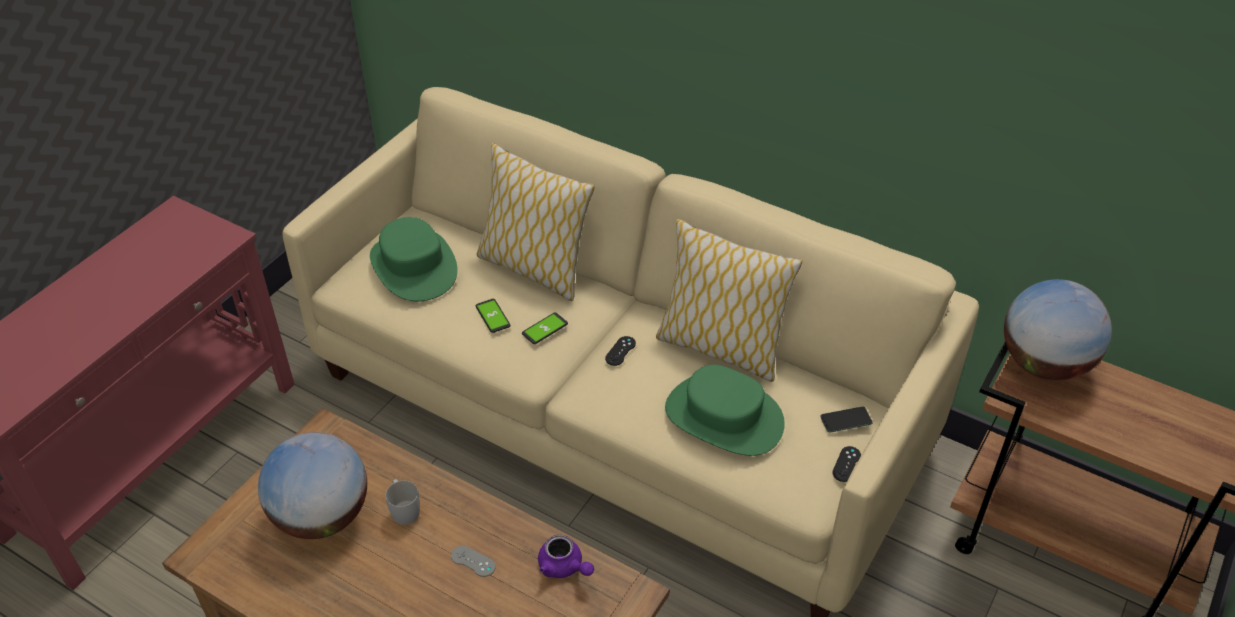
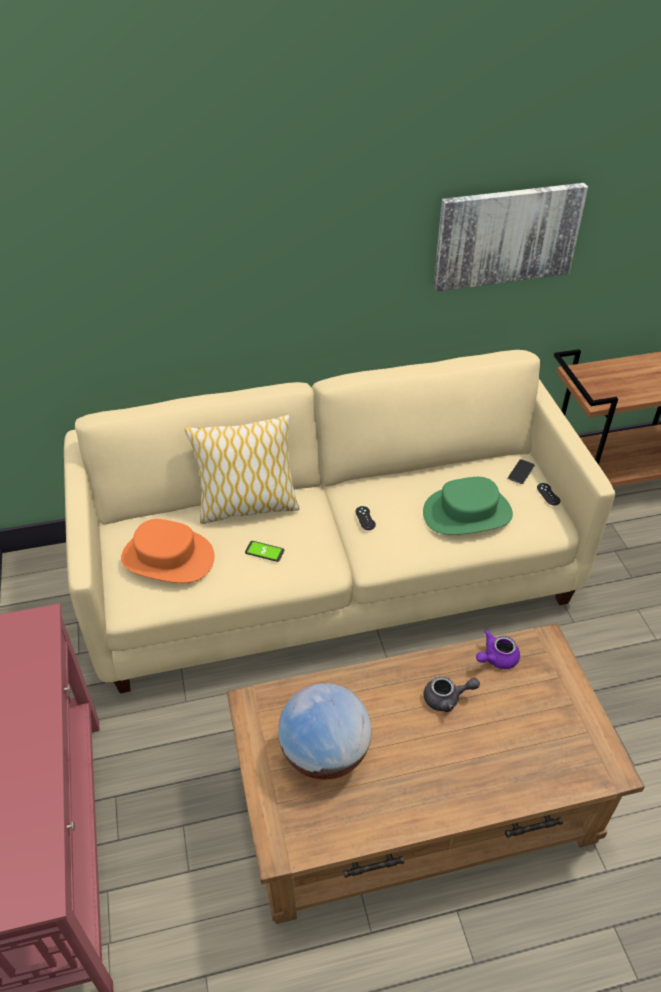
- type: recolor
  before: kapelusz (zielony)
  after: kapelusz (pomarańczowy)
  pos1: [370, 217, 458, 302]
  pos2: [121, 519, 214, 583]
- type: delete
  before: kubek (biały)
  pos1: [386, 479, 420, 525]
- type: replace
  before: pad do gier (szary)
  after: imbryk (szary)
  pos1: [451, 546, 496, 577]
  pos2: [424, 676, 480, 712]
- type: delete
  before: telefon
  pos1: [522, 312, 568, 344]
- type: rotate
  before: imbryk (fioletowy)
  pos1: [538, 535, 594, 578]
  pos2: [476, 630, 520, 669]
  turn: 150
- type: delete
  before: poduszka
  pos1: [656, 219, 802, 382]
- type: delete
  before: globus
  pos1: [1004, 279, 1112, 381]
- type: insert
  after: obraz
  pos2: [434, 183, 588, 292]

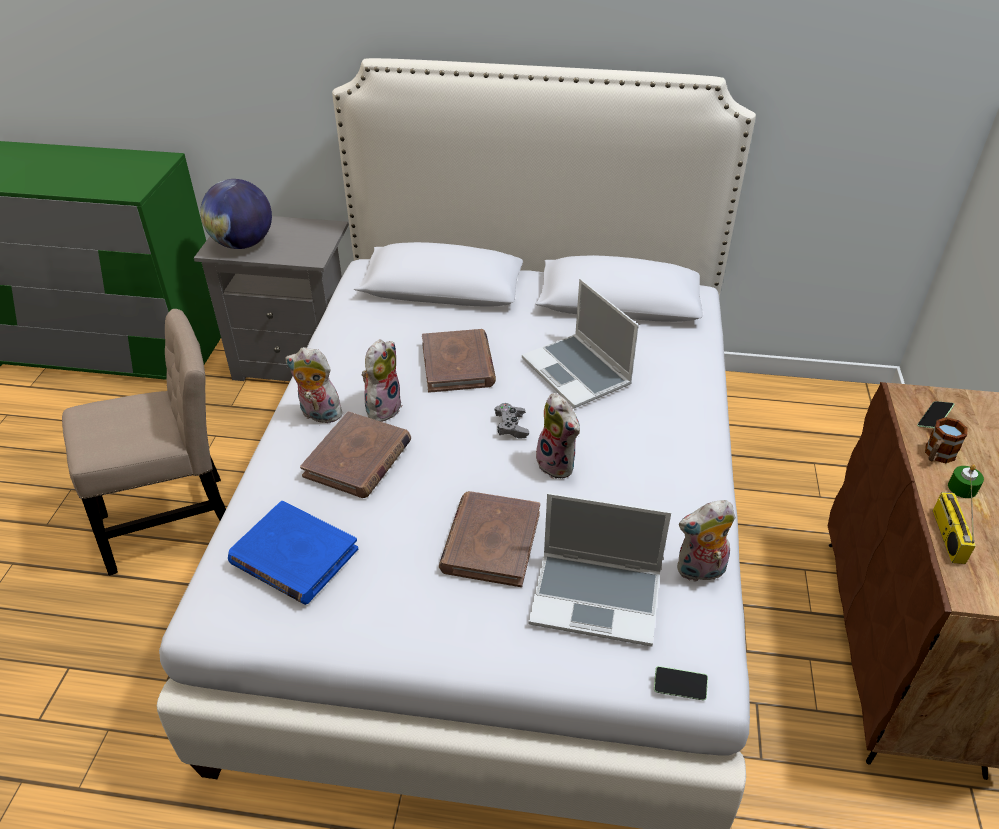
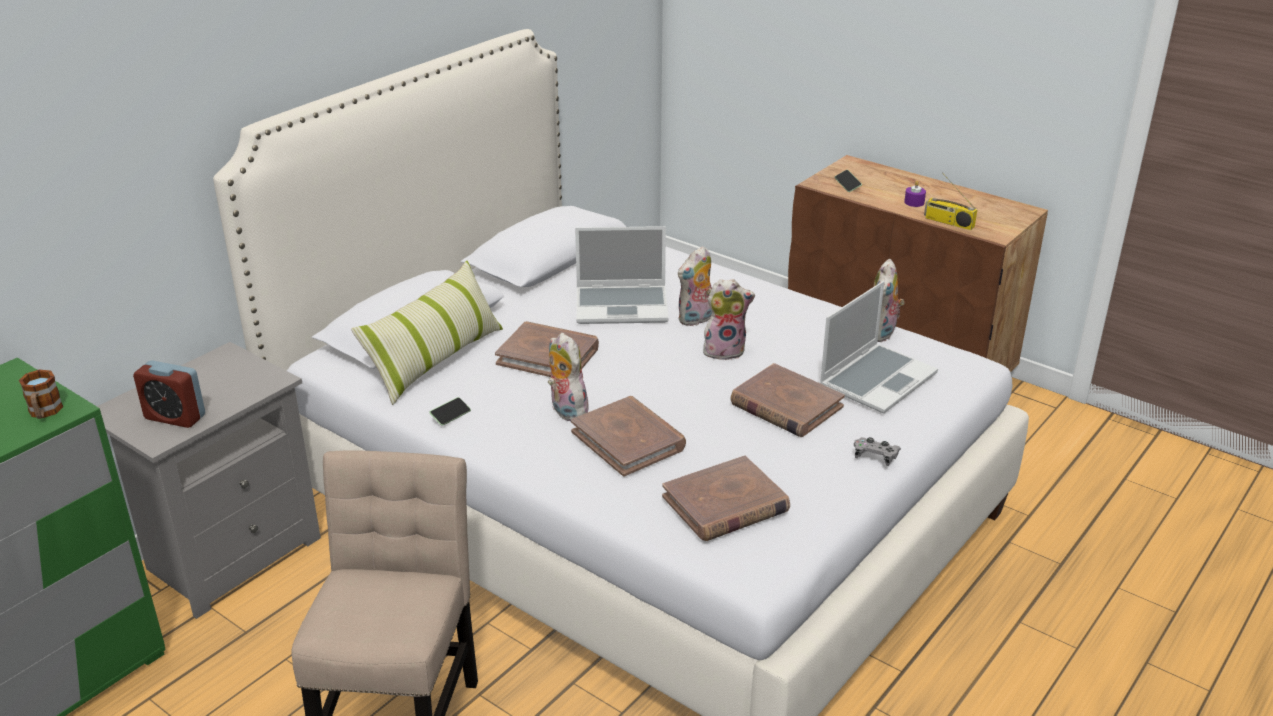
- type: replace
  before: globus
  after: budzik
  pos1: [200, 179, 272, 249]
  pos2: [133, 360, 205, 428]
- type: recolor
  before: książka (niebieski)
  after: książka (brązowy)
  pos1: [228, 501, 358, 605]
  pos2: [662, 455, 790, 541]
- type: move
  before: pluszak
  pos1: [285, 347, 342, 423]
  pos2: [678, 246, 712, 327]
- type: move
  before: pad do gier (szary)
  pos1: [495, 403, 529, 439]
  pos2: [854, 437, 901, 466]
- type: move
  before: telefon
  pos1: [654, 666, 708, 700]
  pos2: [429, 397, 471, 426]
- type: move
  before: kubek
  pos1: [925, 417, 968, 463]
  pos2: [19, 370, 63, 419]
- type: recolor
  before: świeca (zielony)
  after: świeca (fioletowy)
  pos1: [948, 464, 984, 498]
  pos2: [904, 181, 926, 207]
- type: insert
  after: poduszka
  pos2: [351, 261, 503, 405]

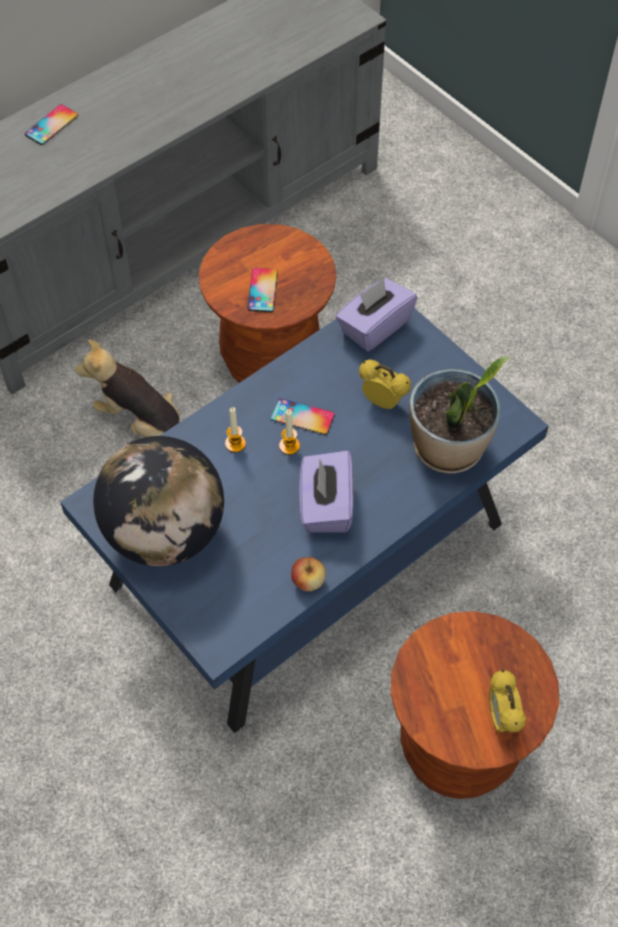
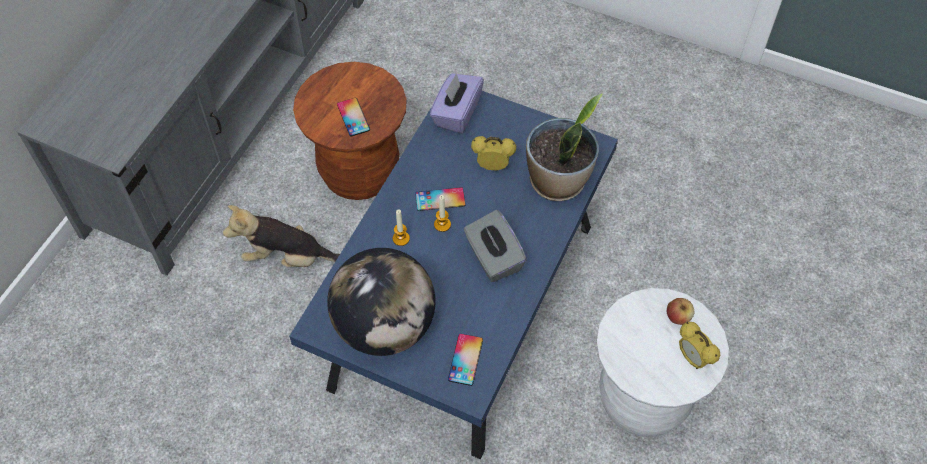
- type: move
  before: telefon
  pos1: [24, 104, 79, 145]
  pos2: [448, 334, 483, 386]
- type: move
  before: jabłko
  pos1: [291, 557, 326, 591]
  pos2: [667, 298, 694, 325]
- type: recolor
  before: pudełko chusteczek (fioletowy)
  after: pudełko chusteczek (szary)
  pos1: [300, 451, 353, 533]
  pos2: [464, 210, 527, 282]
- type: recolor
  before: stołek (brązowy)
  after: stołek (biały)
  pos1: [391, 611, 559, 799]
  pos2: [597, 288, 729, 437]

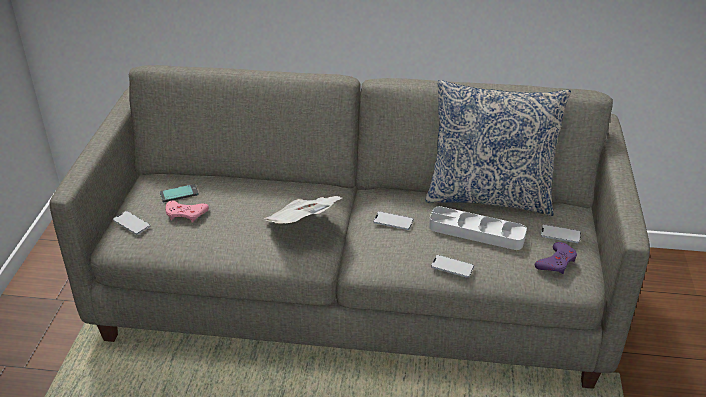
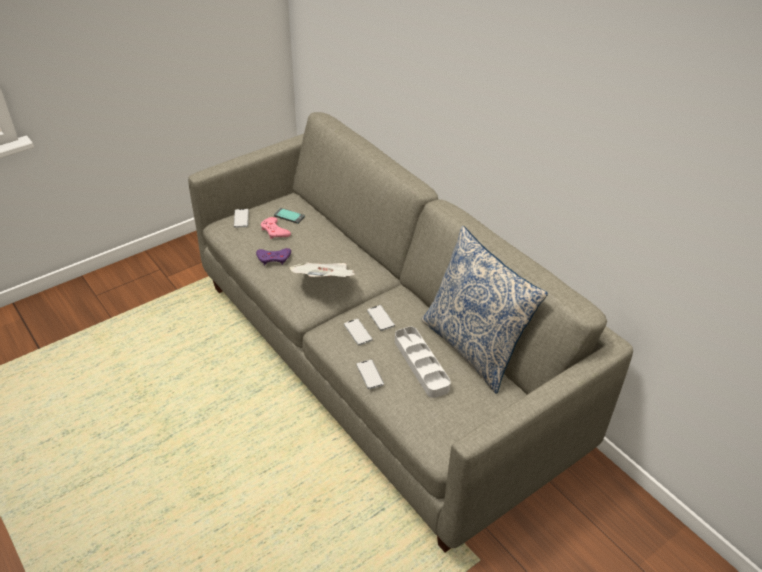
- type: move
  before: pad do gier (fioletowy)
  pos1: [535, 242, 577, 274]
  pos2: [256, 248, 291, 265]
- type: move
  before: telefon
  pos1: [541, 224, 581, 243]
  pos2: [344, 319, 372, 345]

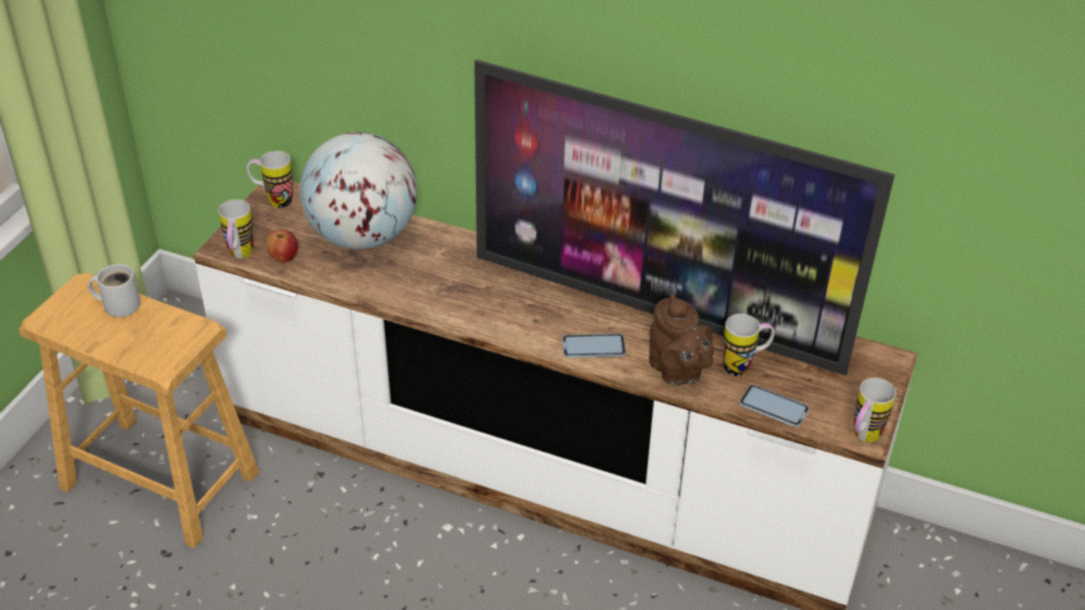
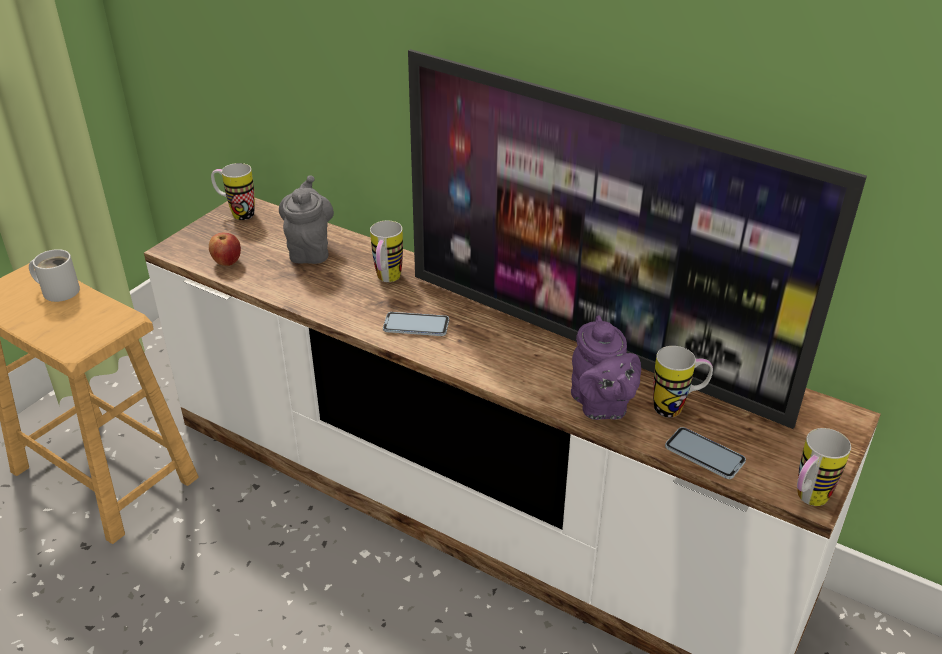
- type: move
  before: kubek
  pos1: [218, 199, 253, 258]
  pos2: [370, 221, 403, 282]
- type: replace
  before: globus
  after: imbryk (szary)
  pos1: [300, 132, 417, 249]
  pos2: [279, 175, 334, 264]
- type: move
  before: telefon
  pos1: [562, 334, 626, 358]
  pos2: [383, 312, 449, 336]
- type: recolor
  before: imbryk (brązowy)
  after: imbryk (fioletowy)
  pos1: [649, 294, 714, 386]
  pos2: [571, 315, 641, 420]

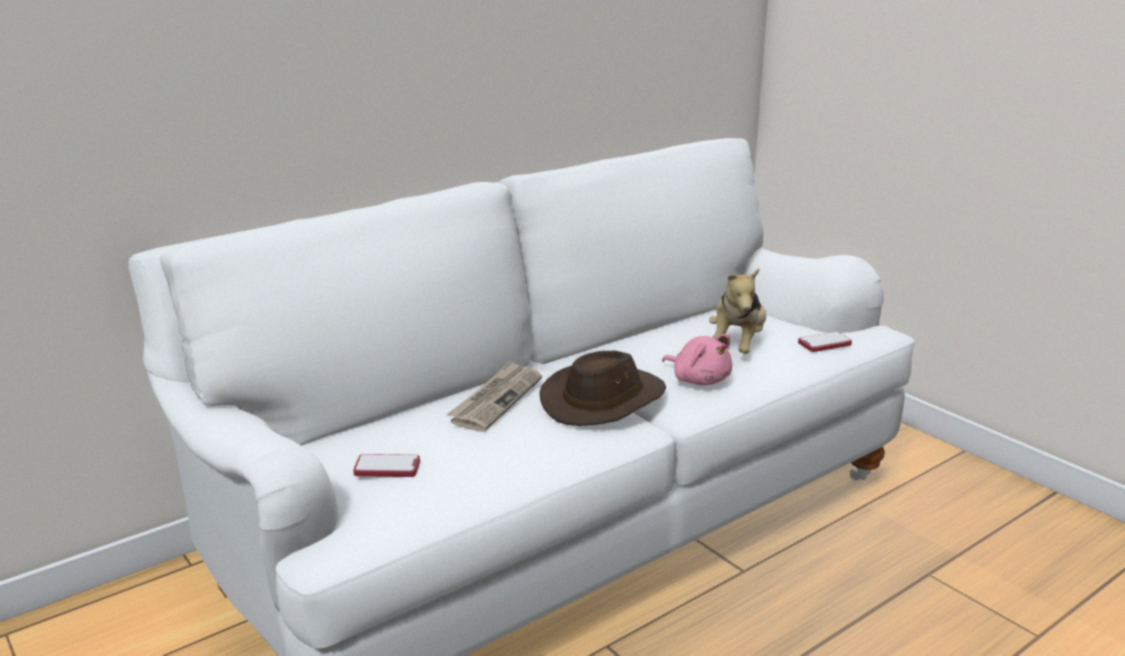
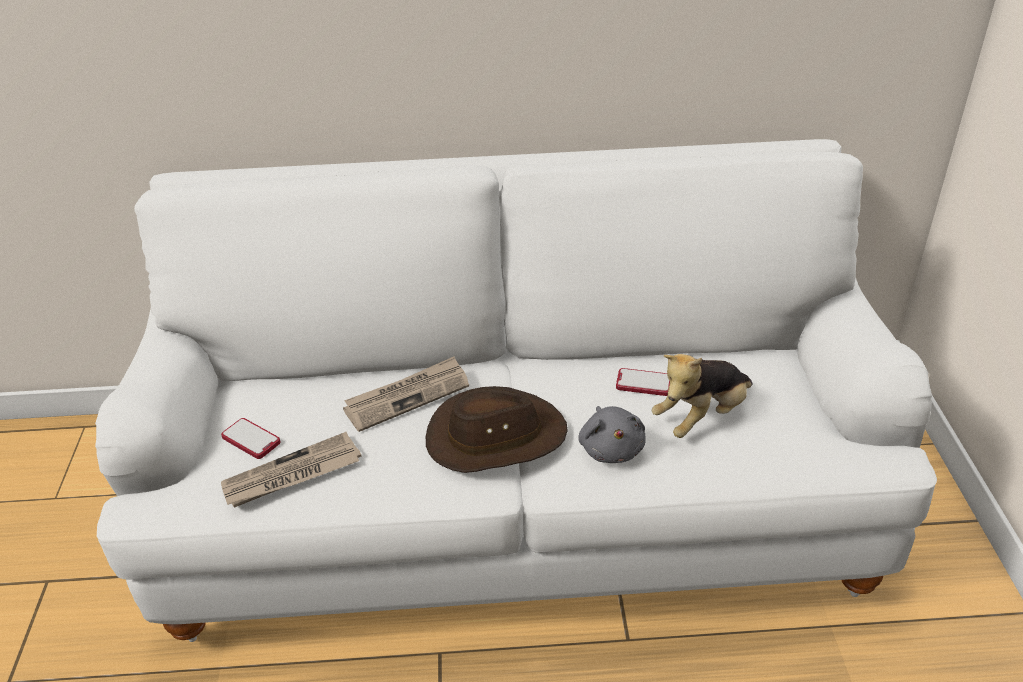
- type: recolor
  before: pluszak (różowy)
  after: pluszak (szary)
  pos1: [662, 334, 732, 385]
  pos2: [578, 406, 646, 463]
- type: move
  before: telefon
  pos1: [798, 332, 852, 352]
  pos2: [616, 368, 670, 396]
- type: insert
  after: gazeta
  pos2: [221, 432, 361, 508]

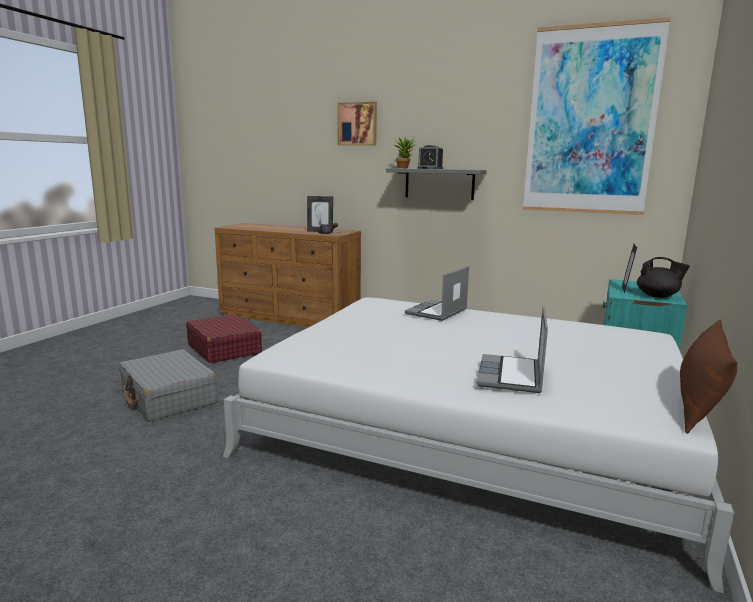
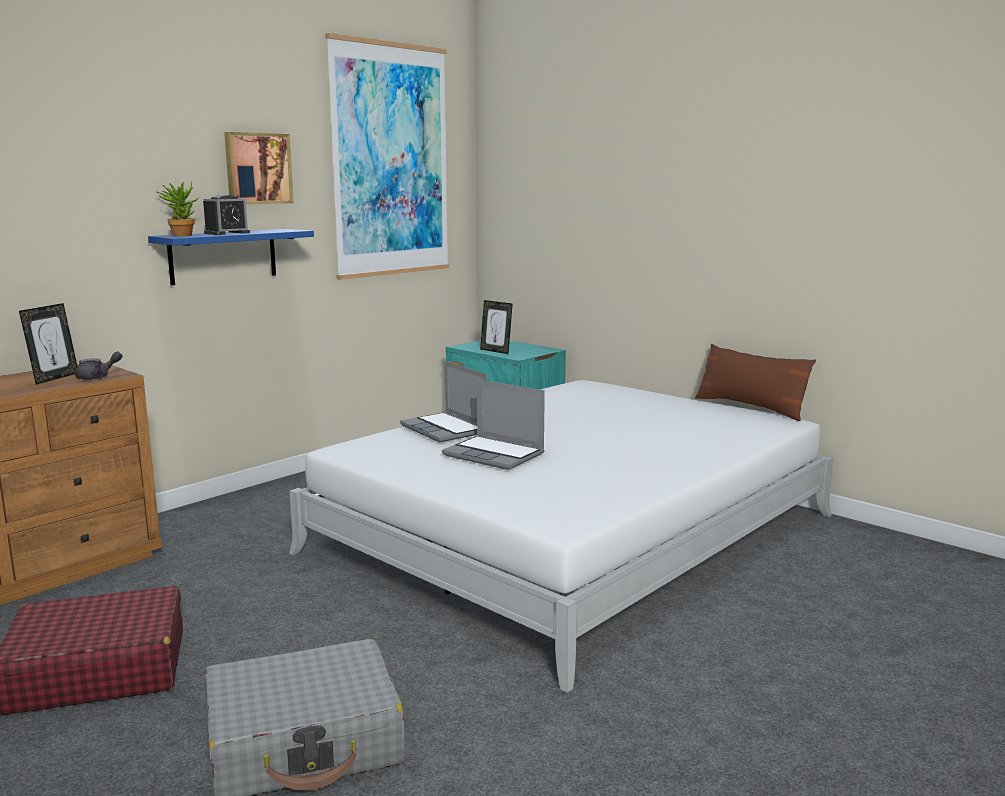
- type: move
  before: obraz
  pos1: [337, 102, 377, 146]
  pos2: [224, 132, 294, 205]
- type: recolor
  before: półka (szary)
  after: półka (niebieski)
  pos1: [386, 168, 487, 200]
  pos2: [148, 229, 314, 285]
- type: move
  before: laptop
  pos1: [476, 306, 548, 393]
  pos2: [442, 379, 545, 470]
- type: delete
  before: imbryk (czarny)
  pos1: [637, 257, 690, 298]

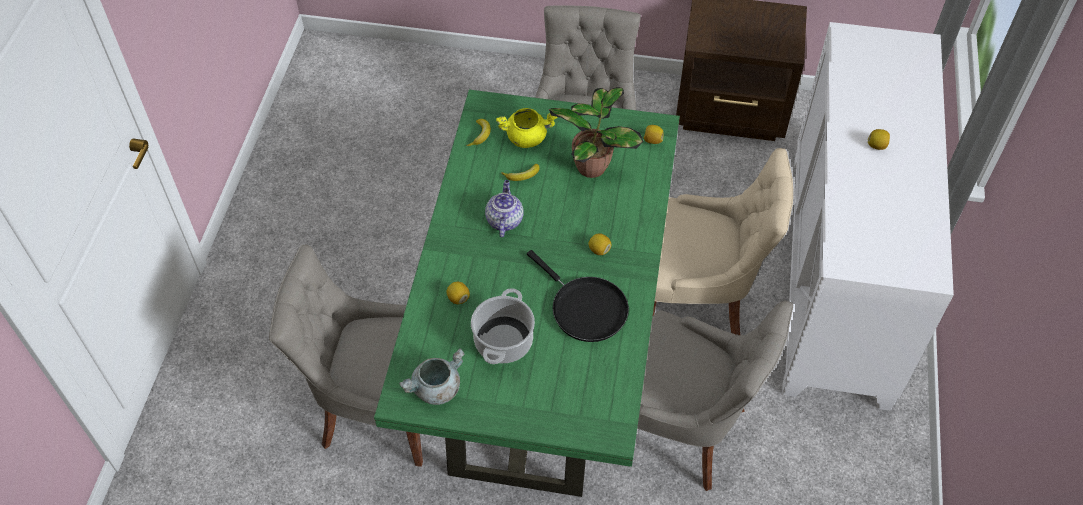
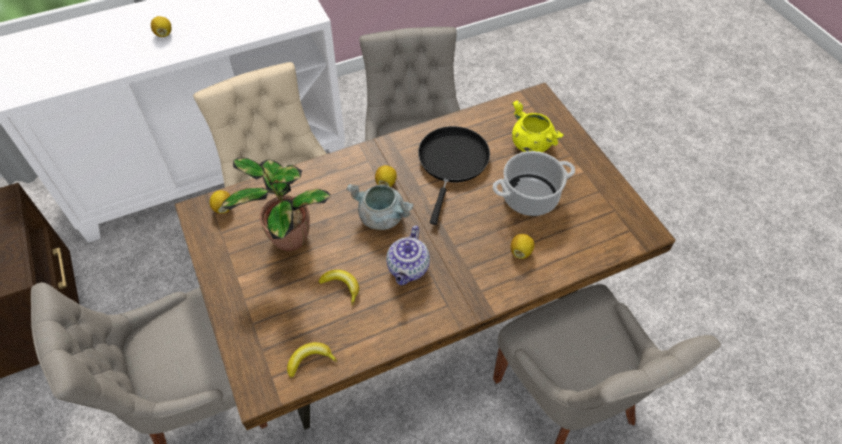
- type: recolor
  before: stół jadalny (zielony)
  after: stół jadalny (brązowy)
  pos1: [374, 90, 680, 497]
  pos2: [175, 83, 676, 430]
- type: move
  before: garnek (szary)
  pos1: [399, 348, 465, 405]
  pos2: [347, 184, 414, 230]
- type: rotate
  before: imbryk
  pos1: [485, 180, 524, 237]
  pos2: [386, 226, 430, 285]
  turn: -45
- type: move
  before: garnek (żółty)
  pos1: [496, 108, 557, 148]
  pos2: [512, 101, 564, 152]

